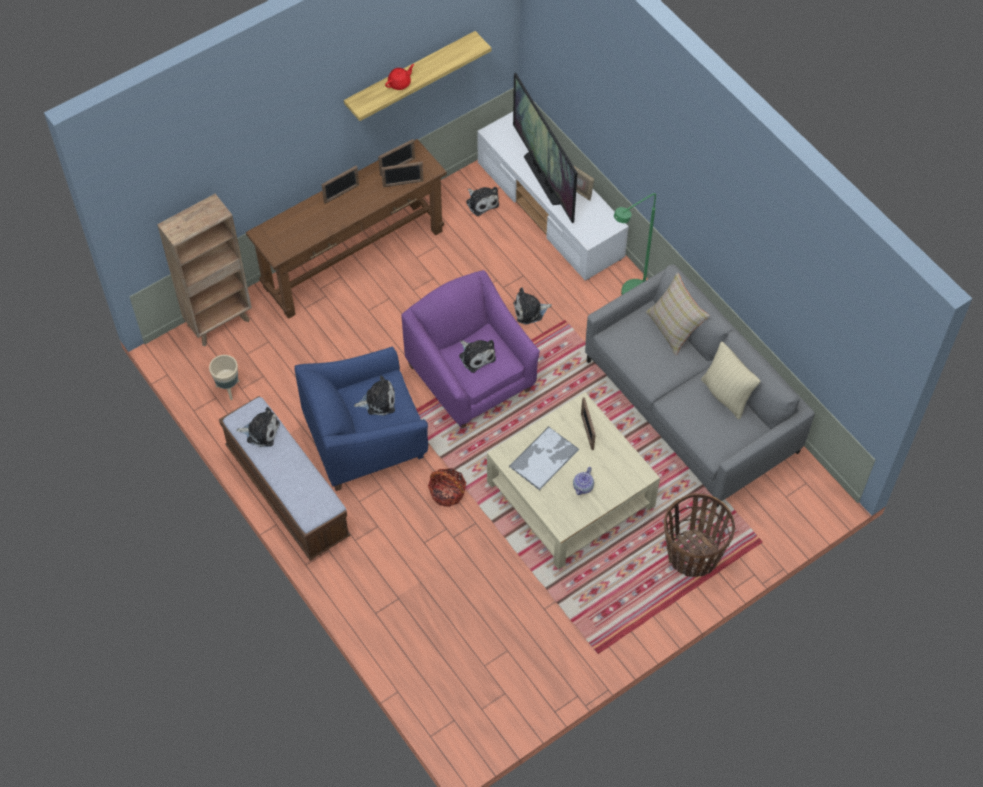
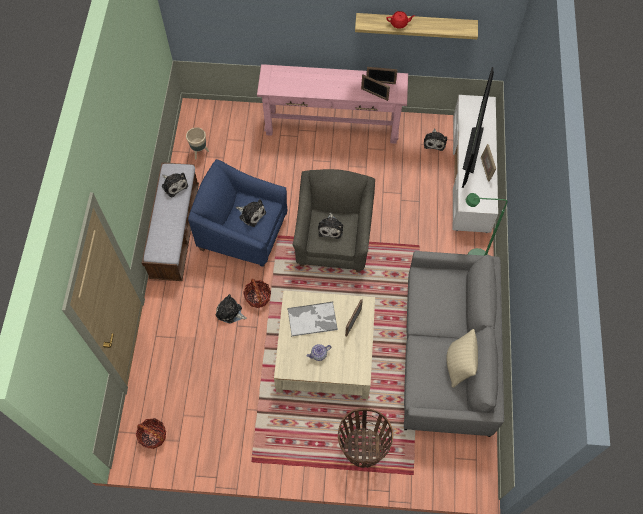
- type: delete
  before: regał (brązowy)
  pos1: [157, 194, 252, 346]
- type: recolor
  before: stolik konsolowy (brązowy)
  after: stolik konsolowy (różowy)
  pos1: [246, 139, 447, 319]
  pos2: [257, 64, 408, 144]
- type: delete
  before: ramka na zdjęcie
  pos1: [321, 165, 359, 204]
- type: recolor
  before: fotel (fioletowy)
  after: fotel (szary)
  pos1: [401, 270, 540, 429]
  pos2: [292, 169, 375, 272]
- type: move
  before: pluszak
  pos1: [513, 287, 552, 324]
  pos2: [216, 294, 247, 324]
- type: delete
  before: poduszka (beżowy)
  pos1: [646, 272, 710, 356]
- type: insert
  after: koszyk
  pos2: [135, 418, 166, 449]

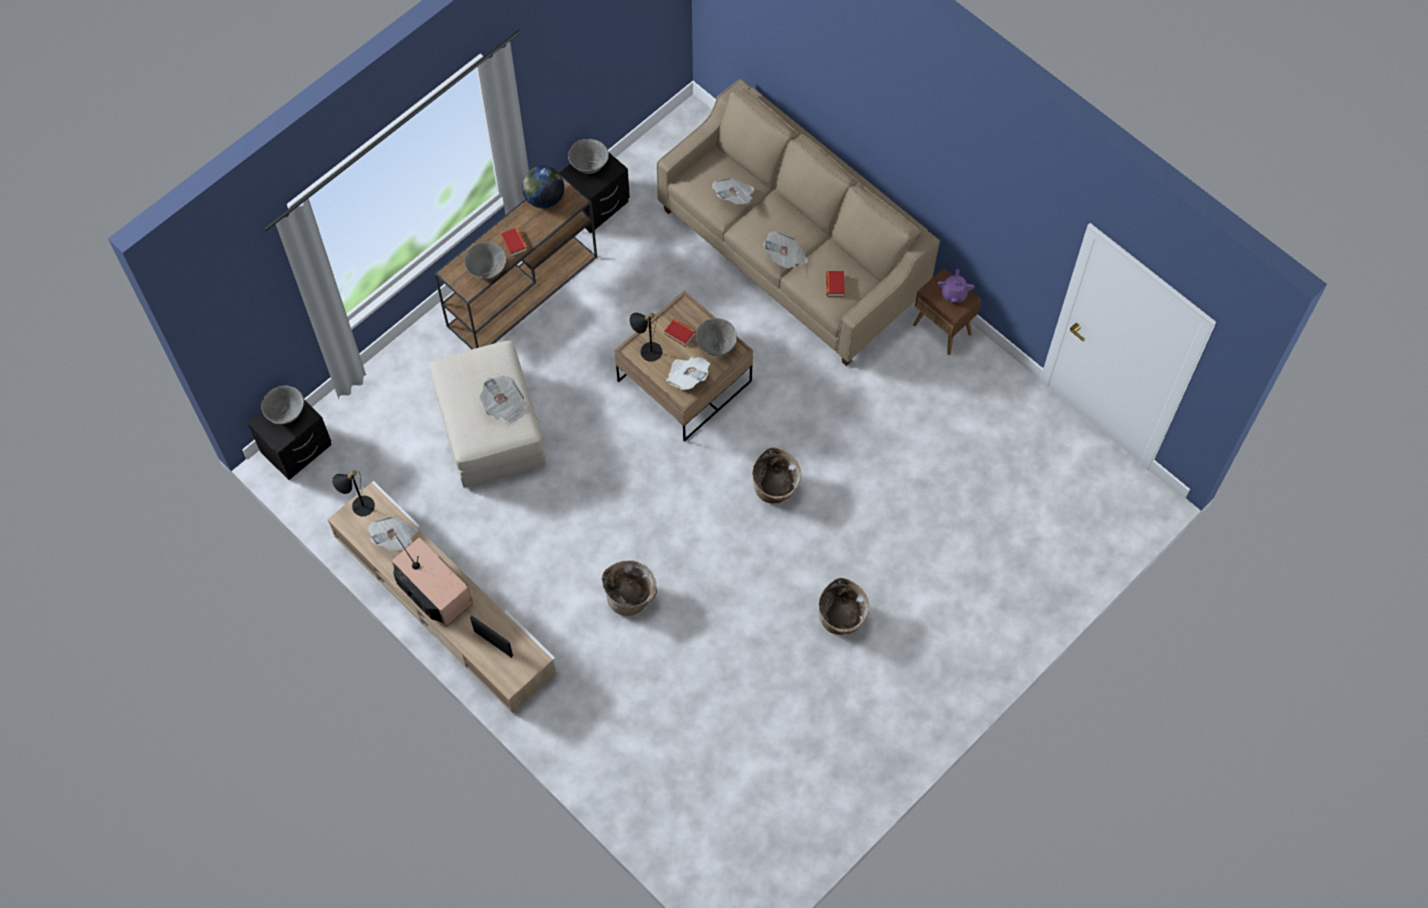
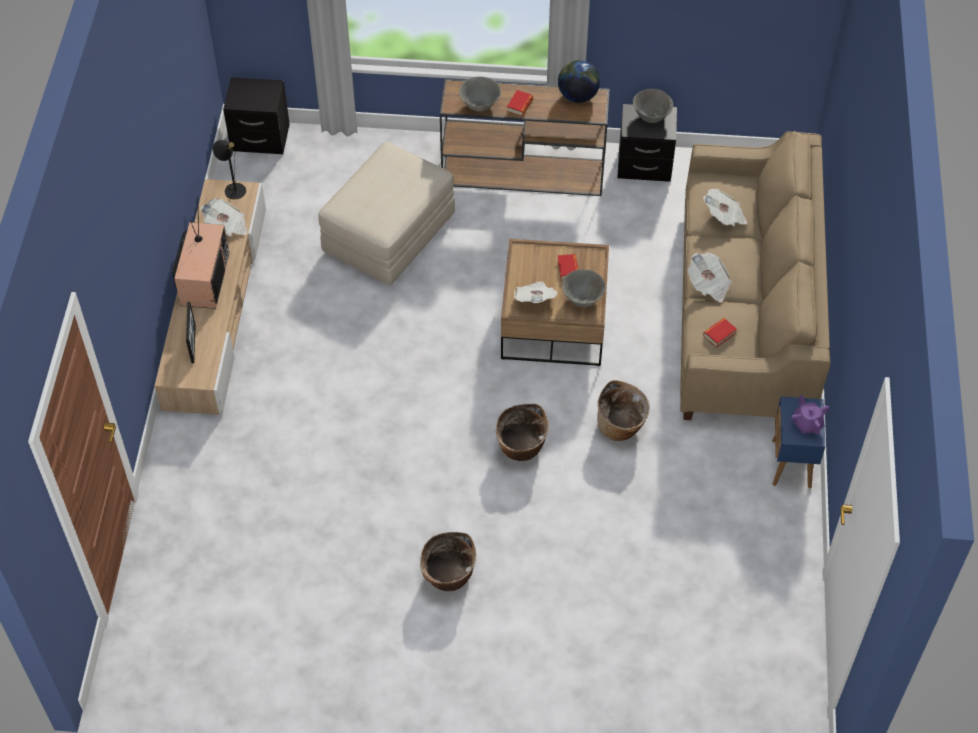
- type: delete
  before: miska (szary)
  pos1: [261, 386, 304, 424]
- type: delete
  before: gazeta
  pos1: [480, 376, 527, 425]
- type: move
  before: koszyk
  pos1: [602, 560, 657, 616]
  pos2: [597, 380, 650, 441]
- type: delete
  before: lampa stołowa (czarny)
  pos1: [630, 312, 662, 362]
- type: recolor
  before: stolik (brązowy)
  after: stolik (niebieski)
  pos1: [913, 268, 981, 355]
  pos2: [772, 396, 825, 488]
- type: rotate
  before: imbryk (fioletowy)
  pos1: [938, 269, 975, 303]
  pos2: [791, 394, 830, 434]
  turn: 105

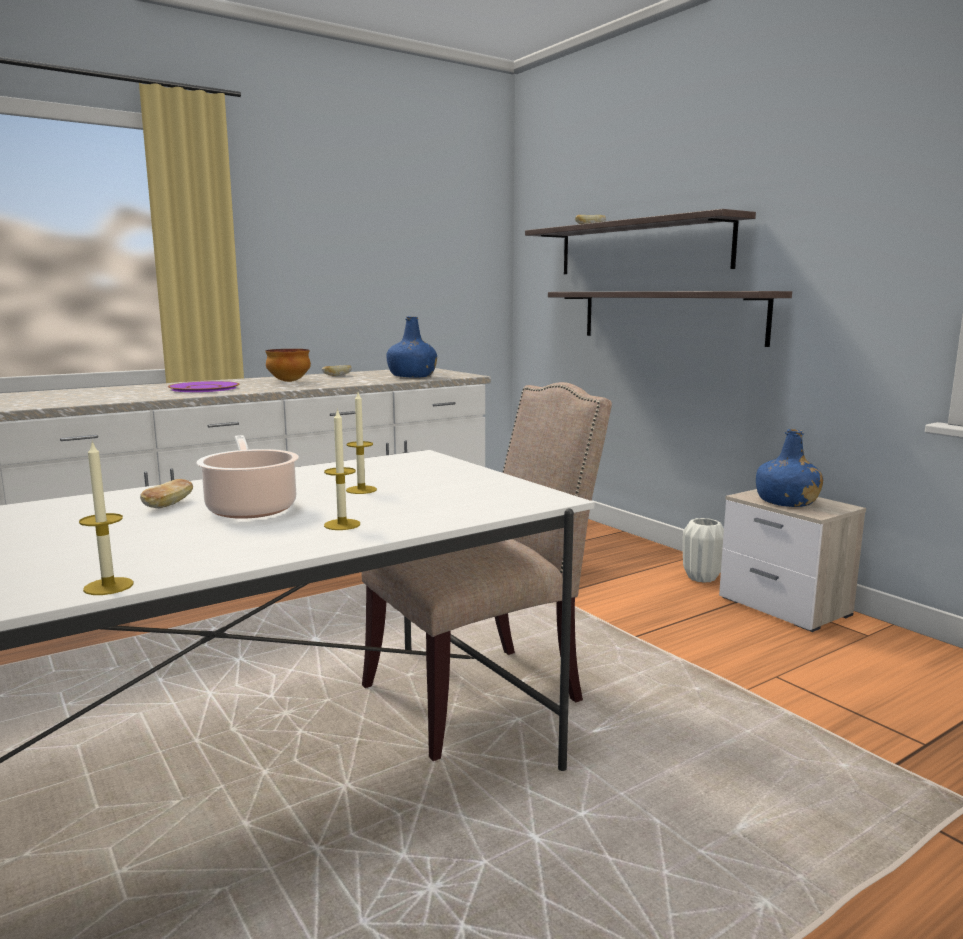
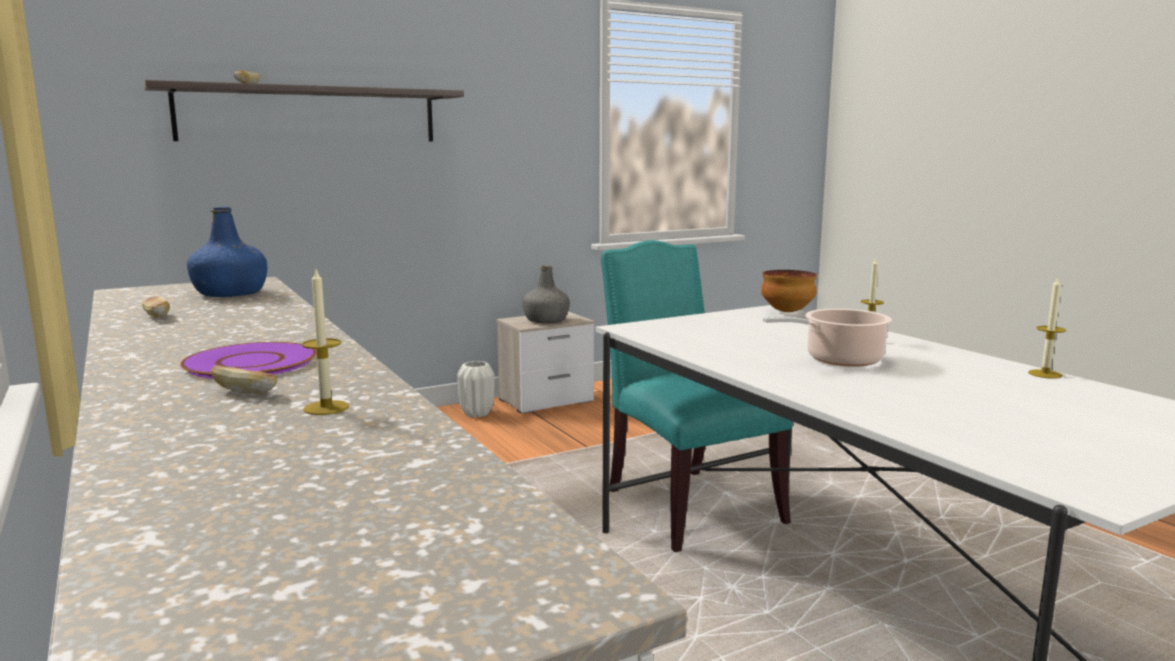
- type: move
  before: chleb
  pos1: [140, 479, 193, 508]
  pos2: [211, 366, 278, 394]
- type: move
  before: miska
  pos1: [265, 349, 311, 382]
  pos2: [761, 270, 817, 312]
- type: move
  before: świeca
  pos1: [346, 392, 377, 494]
  pos2: [302, 270, 349, 415]
- type: recolor
  before: krzesło (beżowy)
  after: krzesło (turkusowy)
  pos1: [362, 382, 612, 761]
  pos2: [601, 240, 793, 552]
- type: delete
  before: półka
  pos1: [548, 291, 792, 347]
- type: recolor
  before: butelka (niebieski)
  after: butelka (szary)
  pos1: [756, 429, 823, 507]
  pos2: [522, 265, 570, 324]

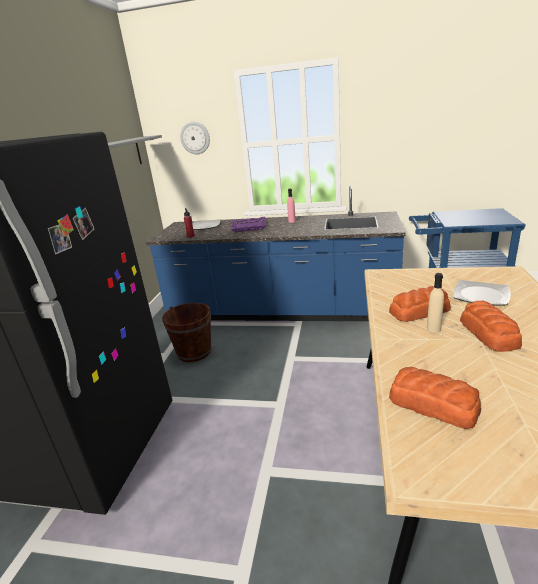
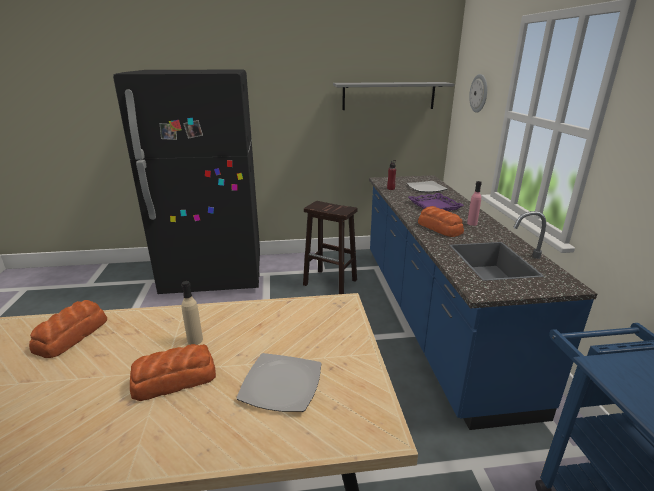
- type: replace
  before: wiadro (brązowy)
  after: stołek (brązowy)
  pos1: [162, 303, 211, 362]
  pos2: [303, 201, 358, 294]
- type: move
  before: chleb
  pos1: [389, 286, 451, 322]
  pos2: [418, 206, 464, 237]

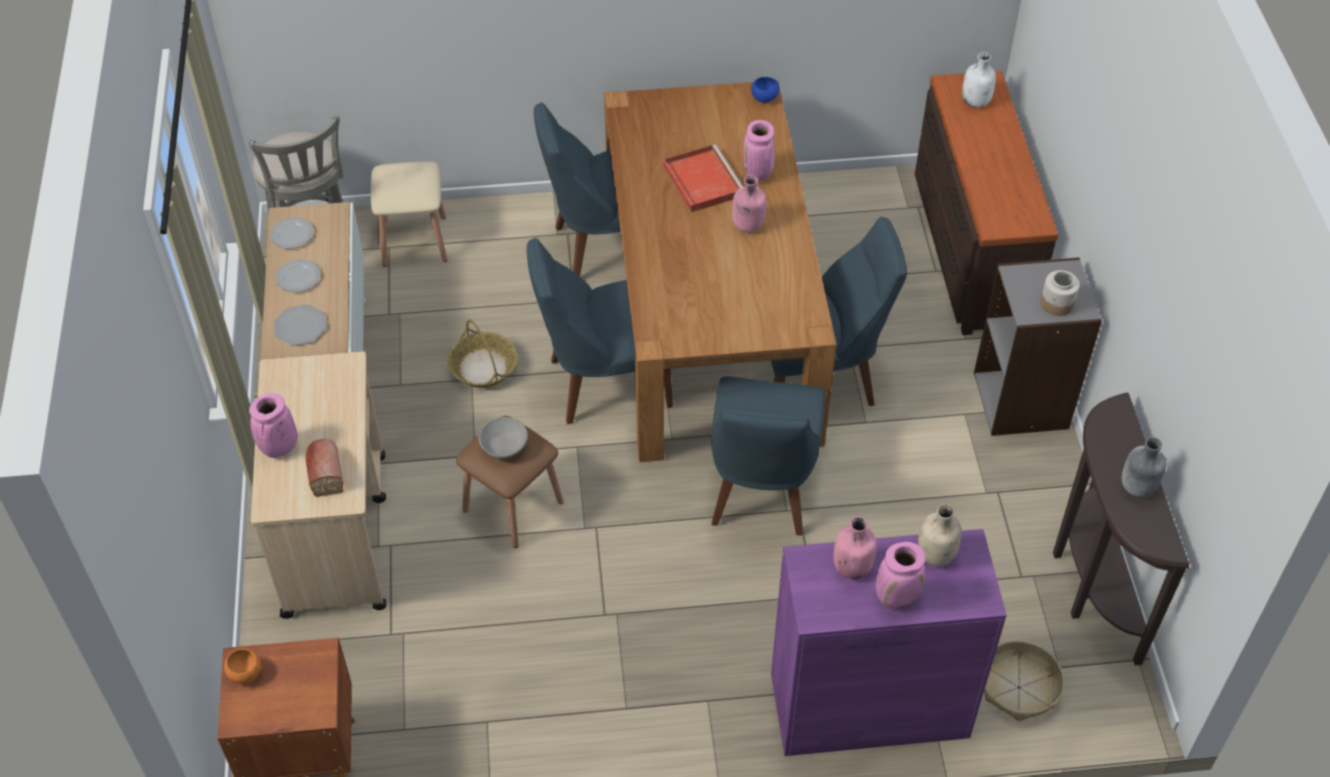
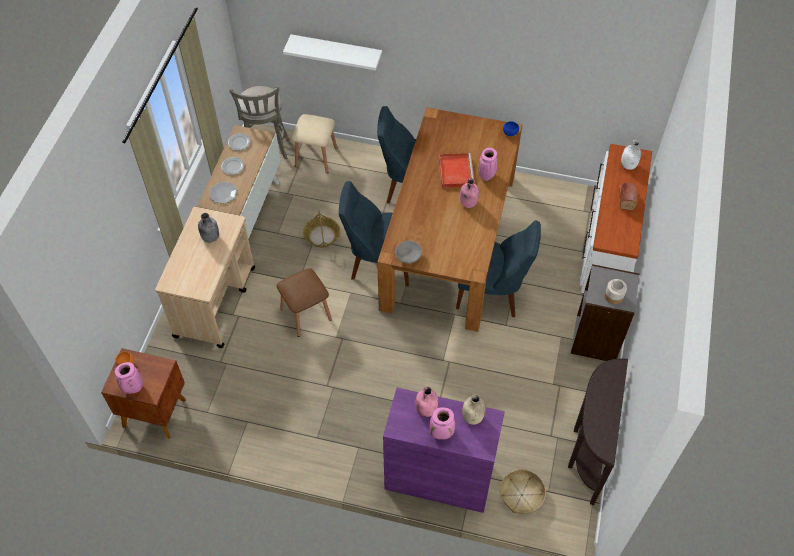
- type: move
  before: wazon (różowy)
  pos1: [249, 393, 297, 458]
  pos2: [115, 362, 143, 394]
- type: move
  before: chleb
  pos1: [306, 439, 343, 497]
  pos2: [619, 183, 637, 210]
- type: move
  before: miska (szary)
  pos1: [479, 417, 528, 458]
  pos2: [395, 241, 422, 264]
- type: delete
  before: krzesło (niebieski)
  pos1: [711, 377, 825, 536]
- type: recolor
  before: komoda (brązowy)
  after: komoda (biały)
  pos1: [915, 71, 1059, 335]
  pos2: [579, 144, 652, 293]
- type: move
  before: butelka (szary)
  pos1: [1122, 437, 1166, 497]
  pos2: [198, 213, 219, 243]
- type: insert
  after: półka (biały)
  pos2: [283, 34, 382, 70]

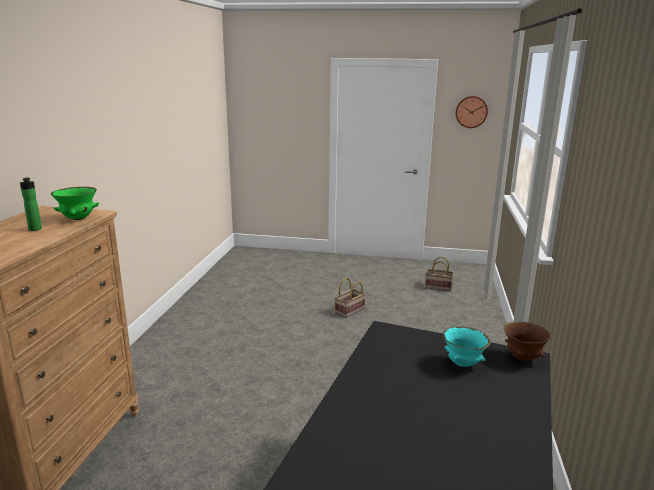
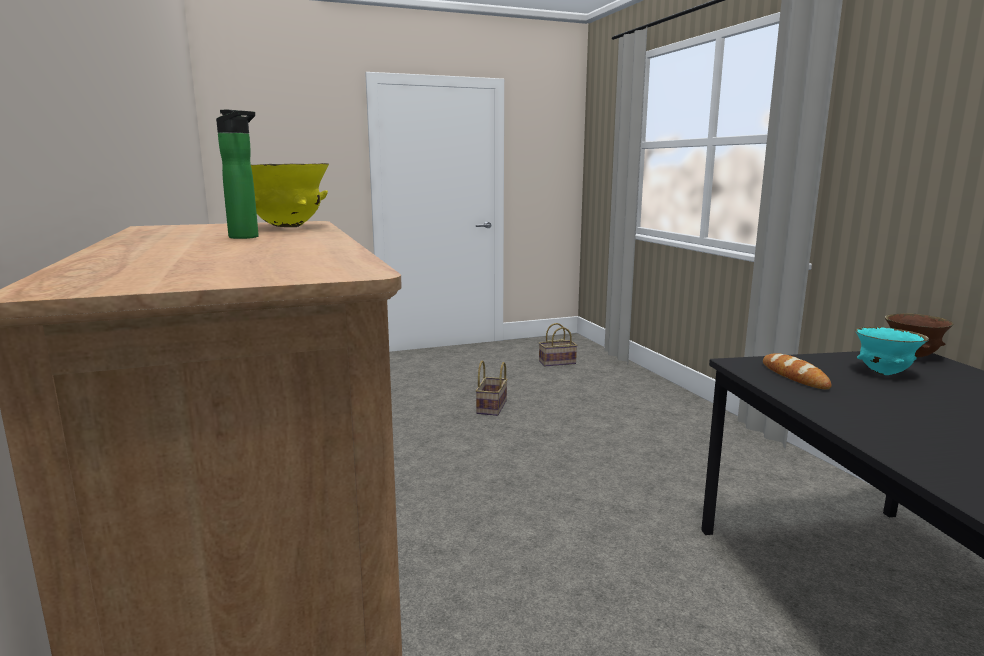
- type: recolor
  before: miska (zielony)
  after: miska (żółty)
  pos1: [51, 186, 99, 220]
  pos2: [251, 163, 329, 227]
- type: delete
  before: zegar ścienny
  pos1: [455, 96, 488, 128]
- type: insert
  after: chleb
  pos2: [763, 353, 831, 389]

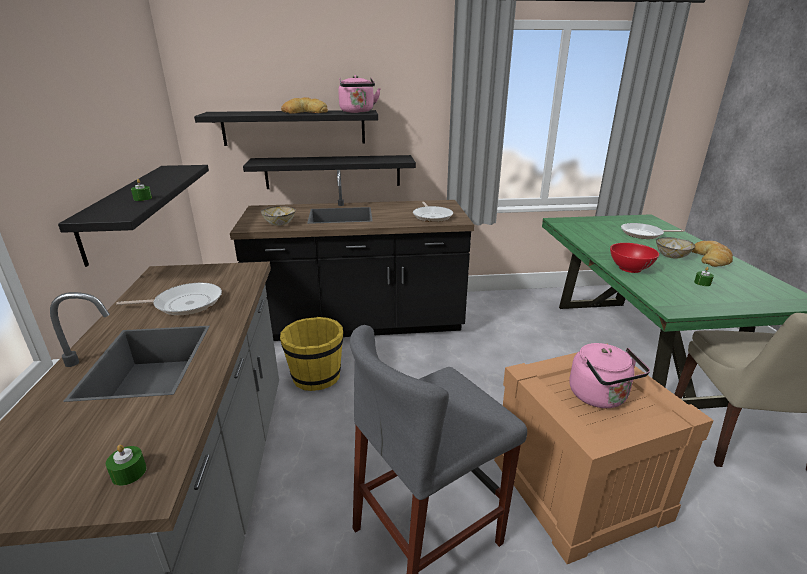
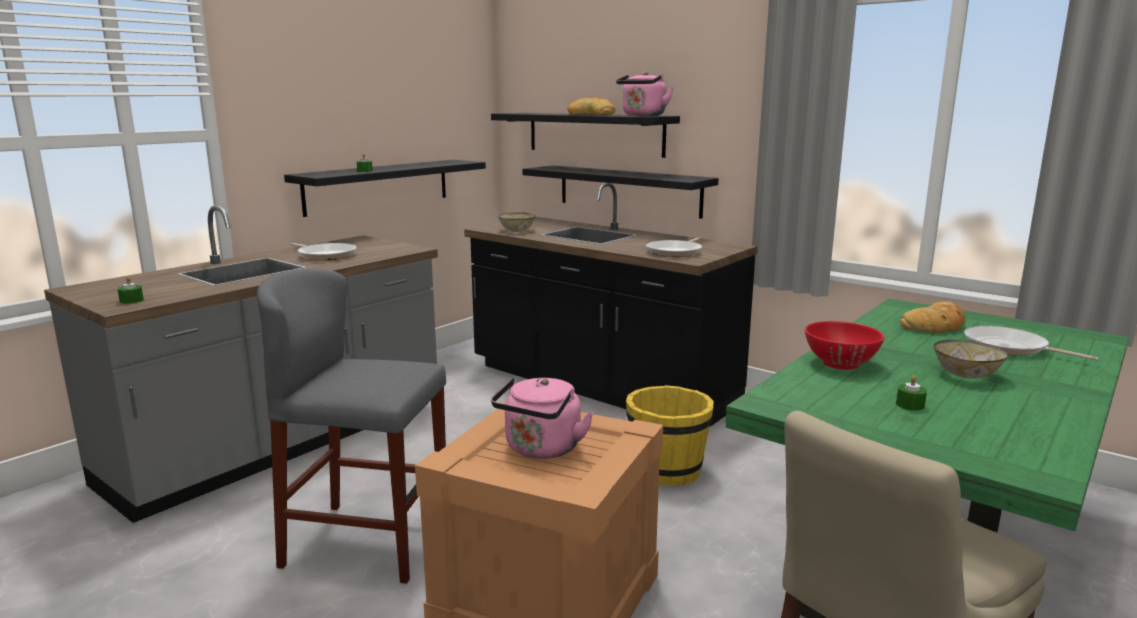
- type: move
  before: wiadro (żółty)
  pos1: [280, 317, 343, 391]
  pos2: [626, 385, 714, 486]
- type: move
  before: chleb
  pos1: [692, 241, 733, 267]
  pos2: [900, 301, 966, 333]

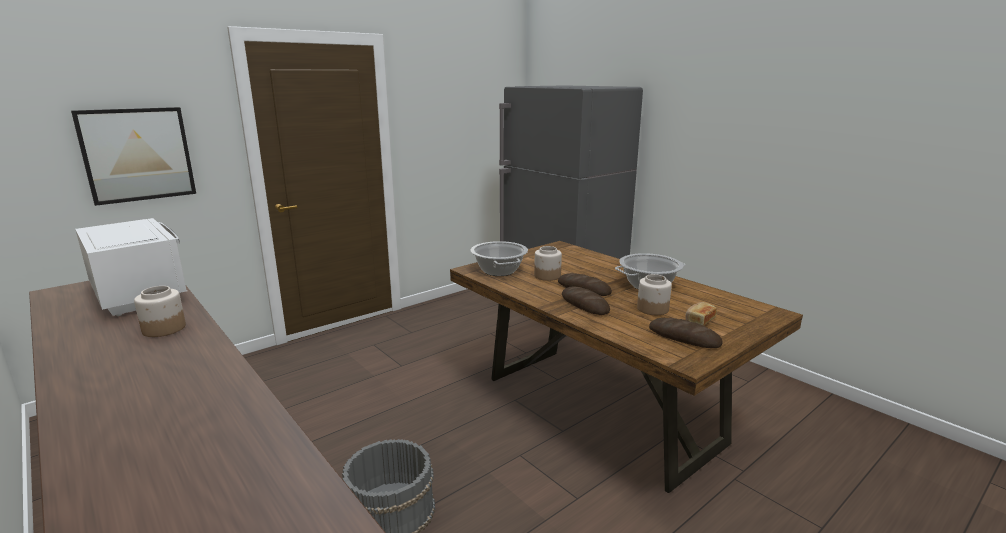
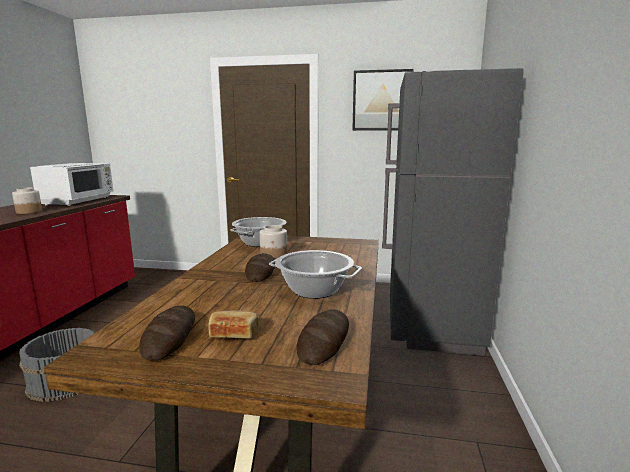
- type: move
  before: obraz
  pos1: [71, 107, 196, 206]
  pos2: [352, 69, 414, 131]
- type: move
  before: chleb
  pos1: [562, 287, 610, 315]
  pos2: [296, 310, 349, 365]
- type: delete
  before: słoik
  pos1: [637, 274, 672, 315]

